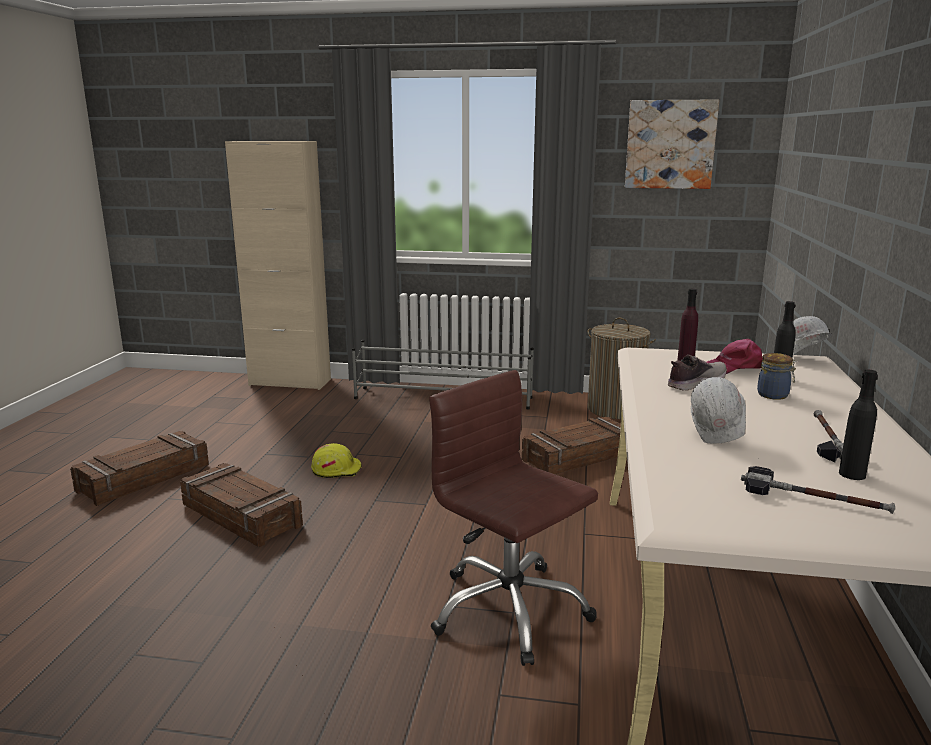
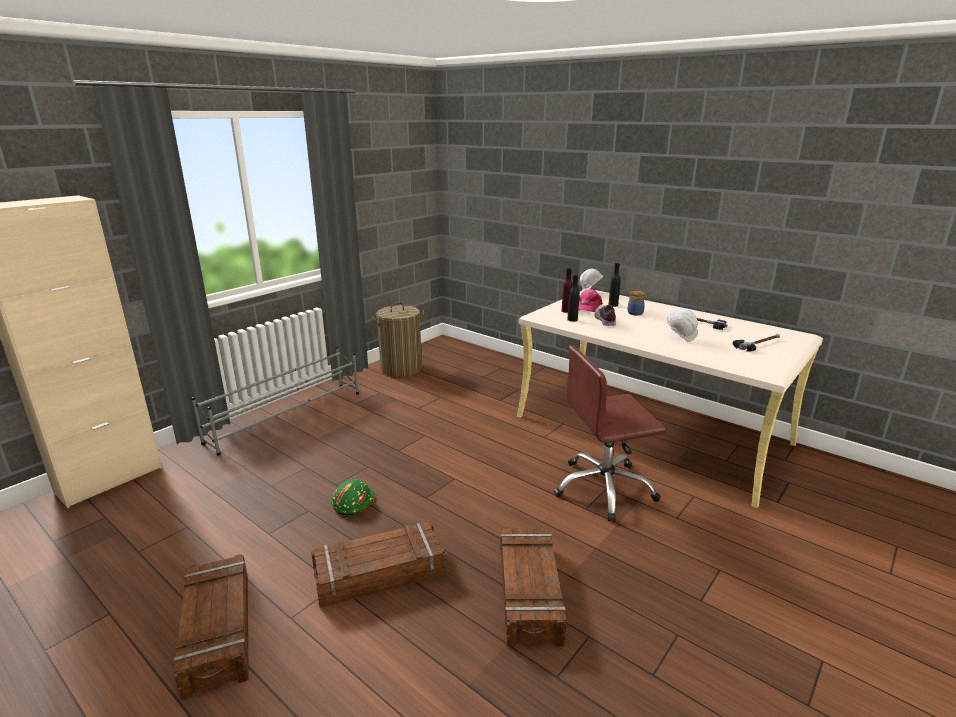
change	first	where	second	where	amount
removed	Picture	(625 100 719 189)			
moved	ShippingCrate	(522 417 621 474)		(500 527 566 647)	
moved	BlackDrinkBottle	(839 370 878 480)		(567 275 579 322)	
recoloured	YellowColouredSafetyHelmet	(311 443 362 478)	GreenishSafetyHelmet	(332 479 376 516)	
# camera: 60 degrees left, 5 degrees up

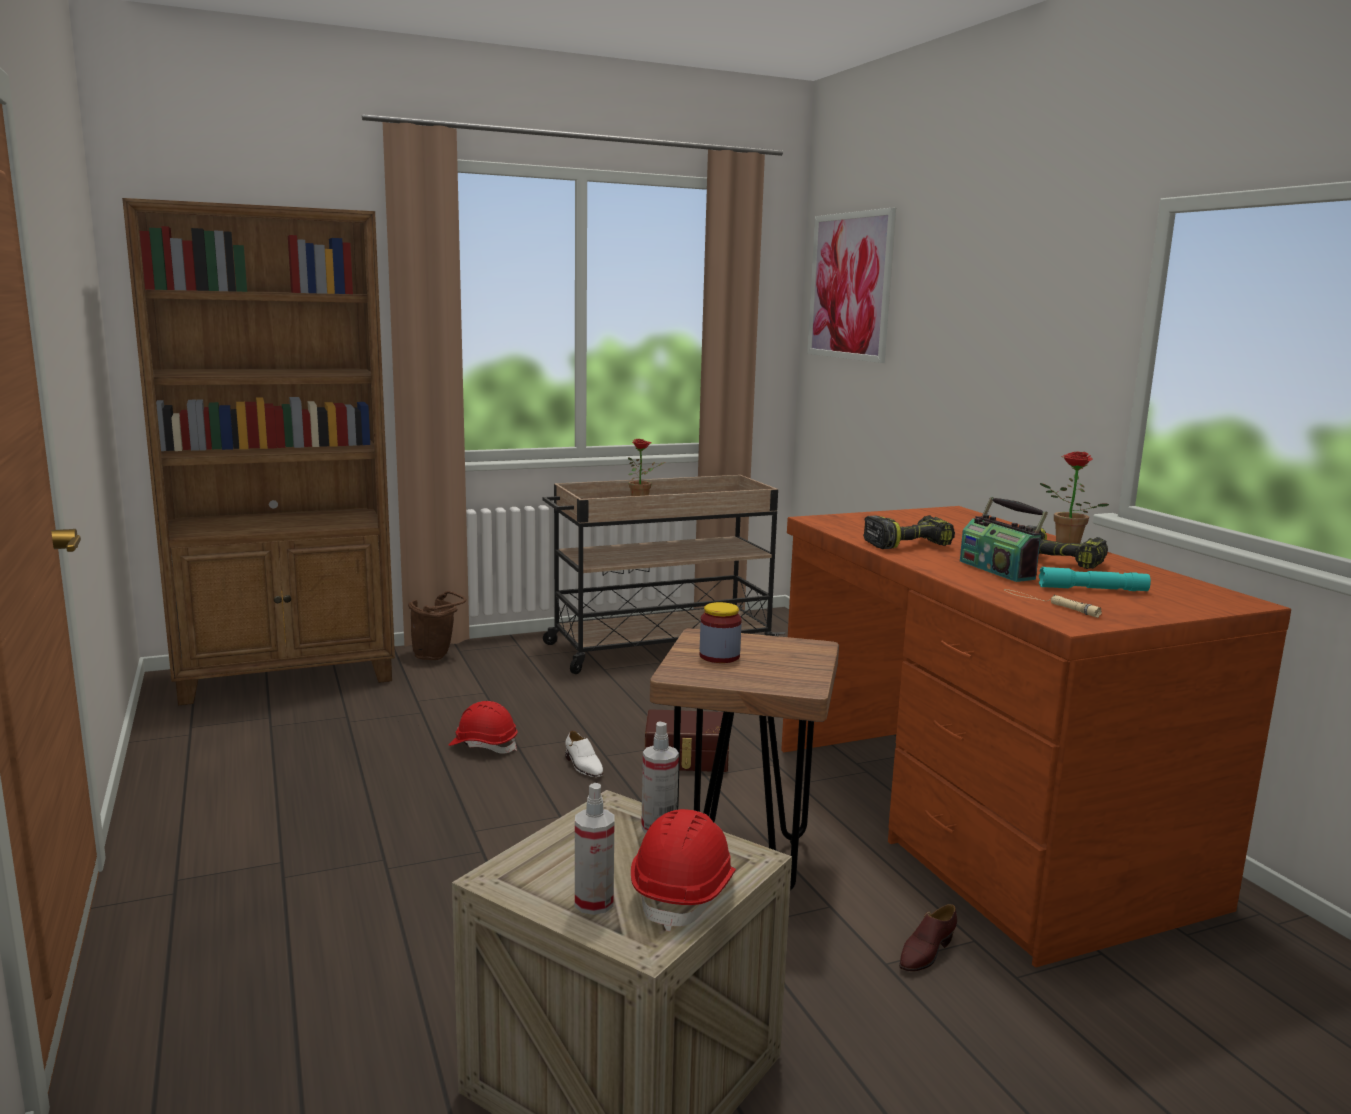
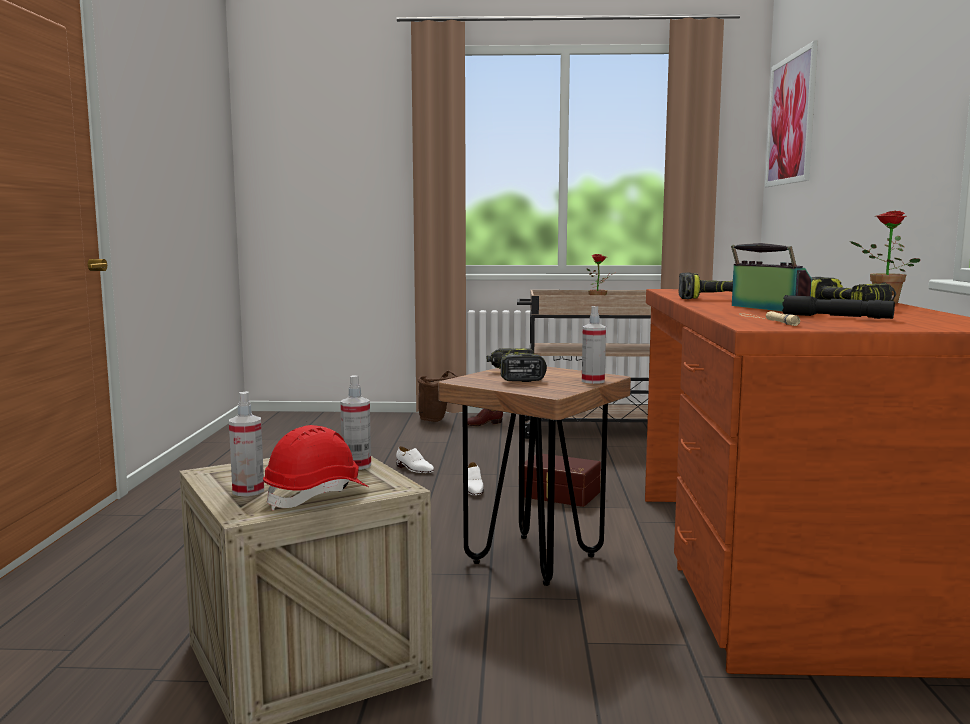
change	first	where	second	where	amount
removed	BrownColouredBookcase	(122 198 395 705)			
added			SprayBottle	(582 306 606 384)	
moved	BrownColouredLowShoe	(899 904 957 971)		(468 409 503 426)	
replaced	RedSafetyHelmet	(449 701 517 754)	WhiteLowShoe	(396 446 434 473)	
replaced	StorageJar	(700 602 742 663)	Drill	(487 348 547 382)	
recoloured	TurquoiseFlashlight	(1039 567 1151 591)	BlackFlashlight	(782 295 895 319)	
turned	RadioSet	(960 497 1048 582)		(731 243 812 311)	150 degrees clockwise
# camera: 25 degrees right, 5 degrees down

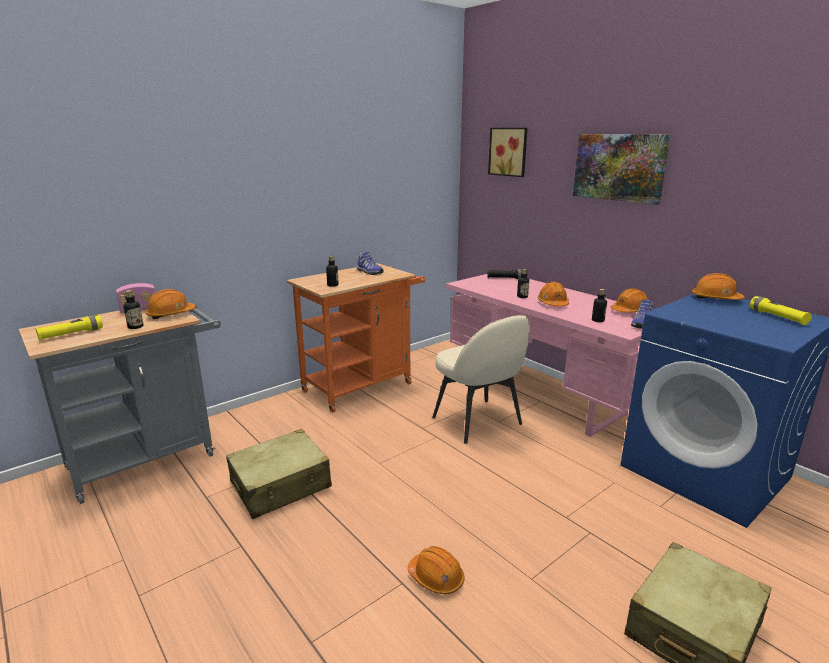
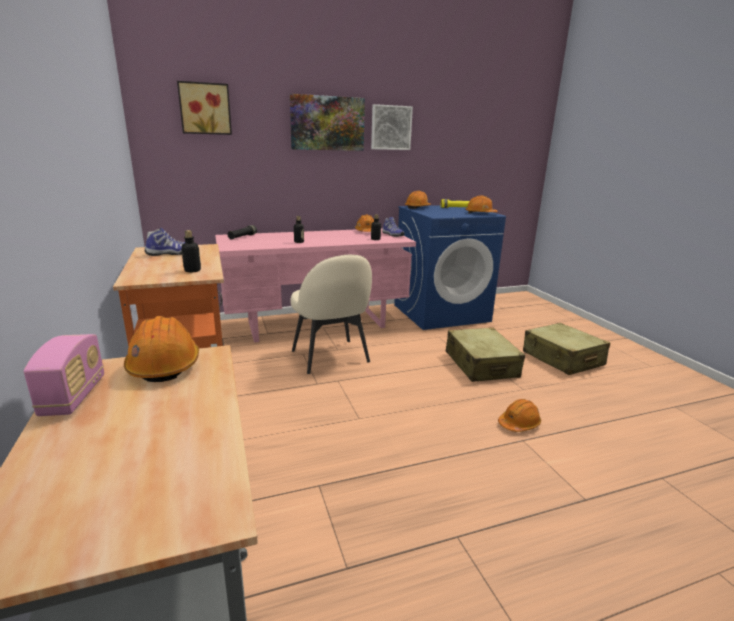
change	first	where	second	where	amount
removed	YellowColouredFlashlight	(36 315 103 341)			
removed	DrinkBottle	(123 290 144 329)			
added			Picture	(371 104 413 150)	
moved	BeigePieceOfLuggage	(226 429 332 519)		(446 327 525 382)	
moved	OrangeySafetyHelmet	(538 282 569 306)		(465 196 498 213)	
turned	BeigeChair	(432 315 530 444)		(290 255 372 374)	75 degrees clockwise
# camera: 70 degrees left, 0 degrees up

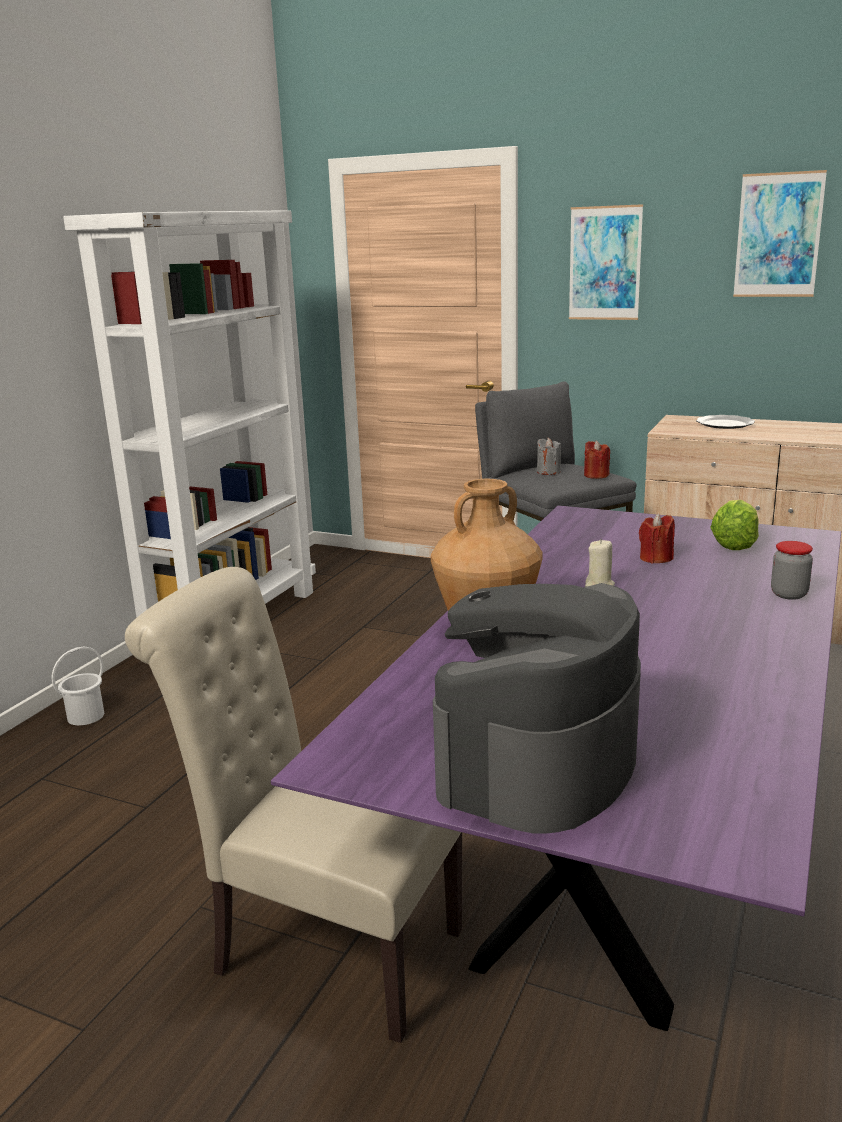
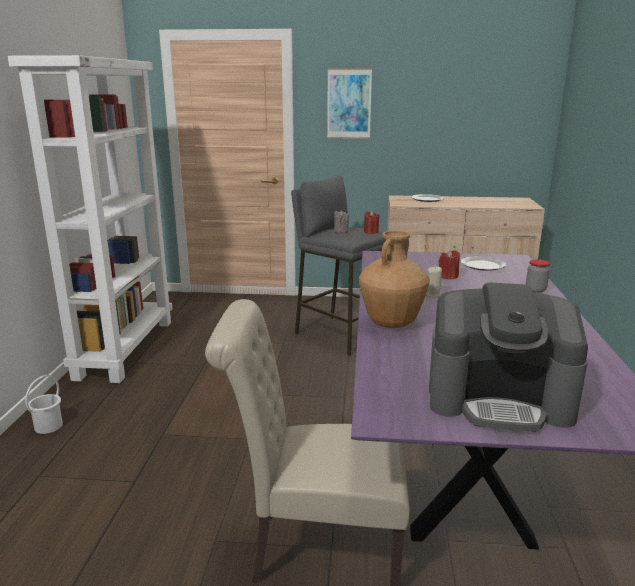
change	first	where	second	where	amount
removed	Picture	(733 170 827 297)			
replaced	HeadOfLettuce	(710 500 759 550)	Plate	(460 256 506 271)	
turned	CoffeeBrewer	(433 583 641 833)		(429 282 588 432)	90 degrees counterclockwise
# camera: 20 degrees left, 0 degrees up

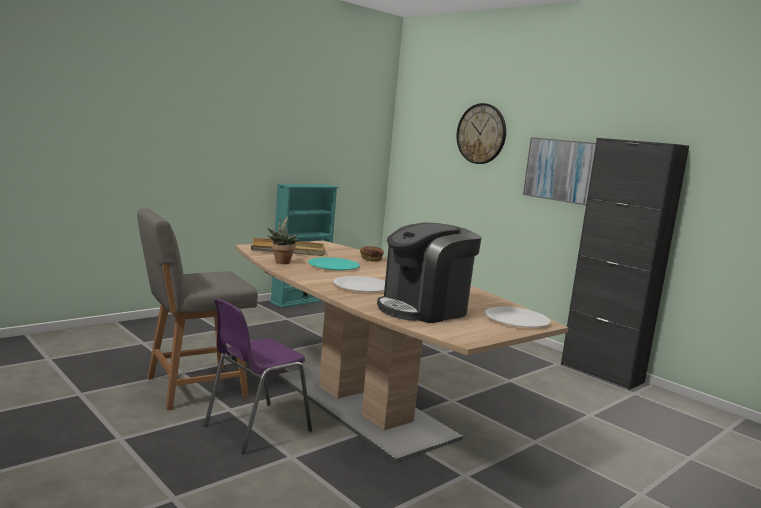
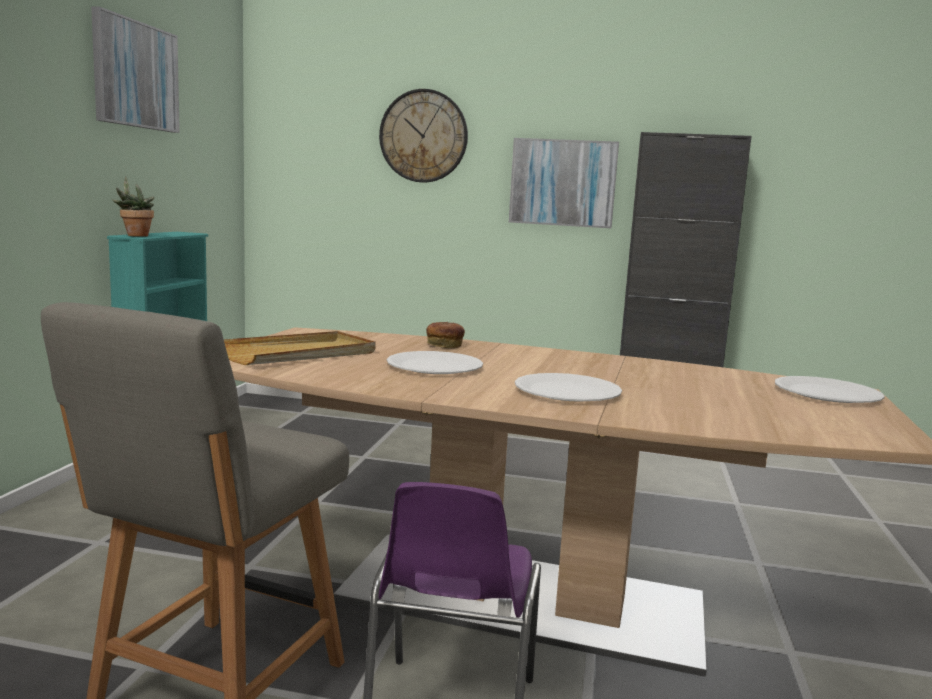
change	first	where	second	where	amount
removed	CoffeeBrewer	(377 223 482 323)			
added			Picture	(91 6 180 133)	
moved	PlantInAPot	(267 216 298 264)		(112 177 154 237)	
recoloured	TurquoisePlate	(308 257 360 270)	WhitePlate	(387 351 483 374)	
# camera: 35 degrees left, 0 degrees up

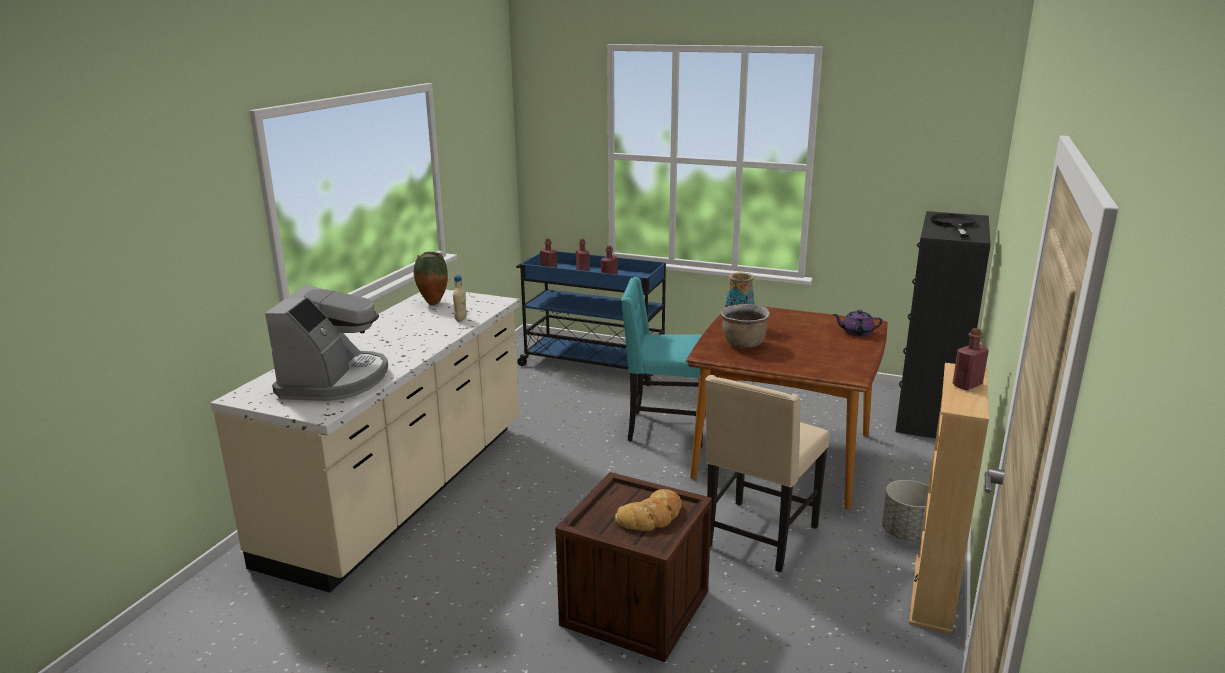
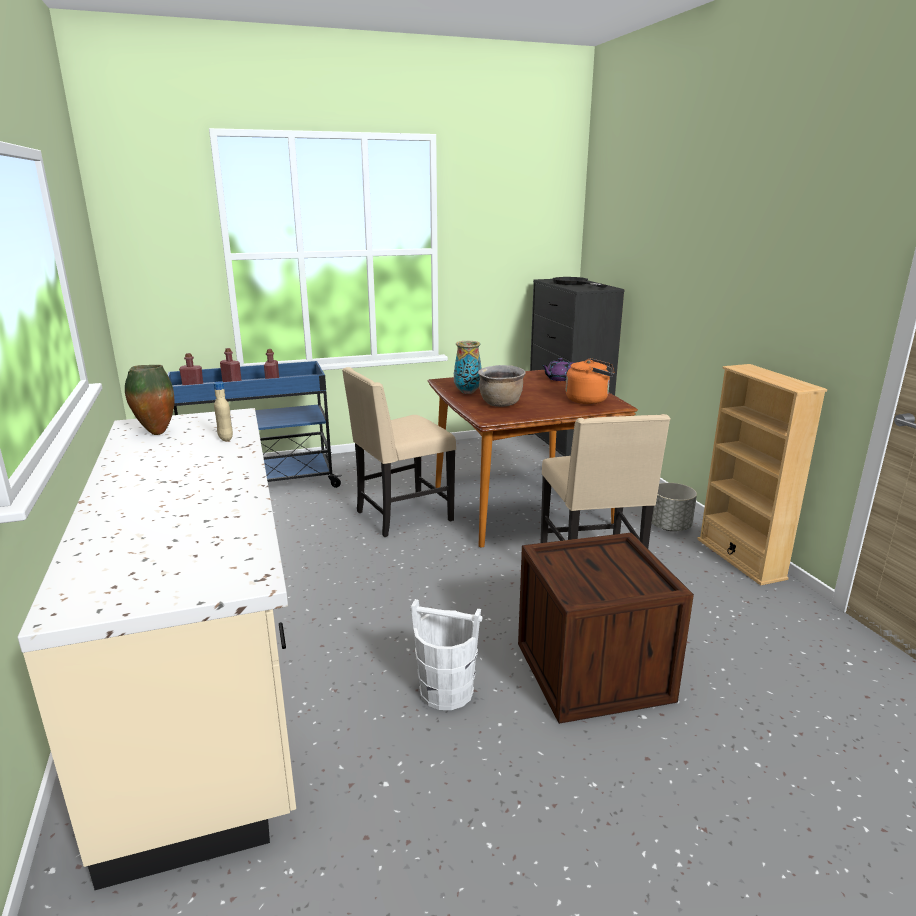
change	first	where	second	where	amount
removed	CoffeeBrewer	(265 285 388 401)			
removed	BakedBread	(615 489 682 531)			
removed	RedDrinkBottle	(953 328 989 390)			
added			WhitePail	(410 599 482 710)	
added			OrangeyTeaKettle	(566 358 615 404)	
recoloured	TurquoiseChair	(621 277 706 448)	BeigeChair	(342 367 456 537)	
# camera: 40 degrees left, 0 degrees up

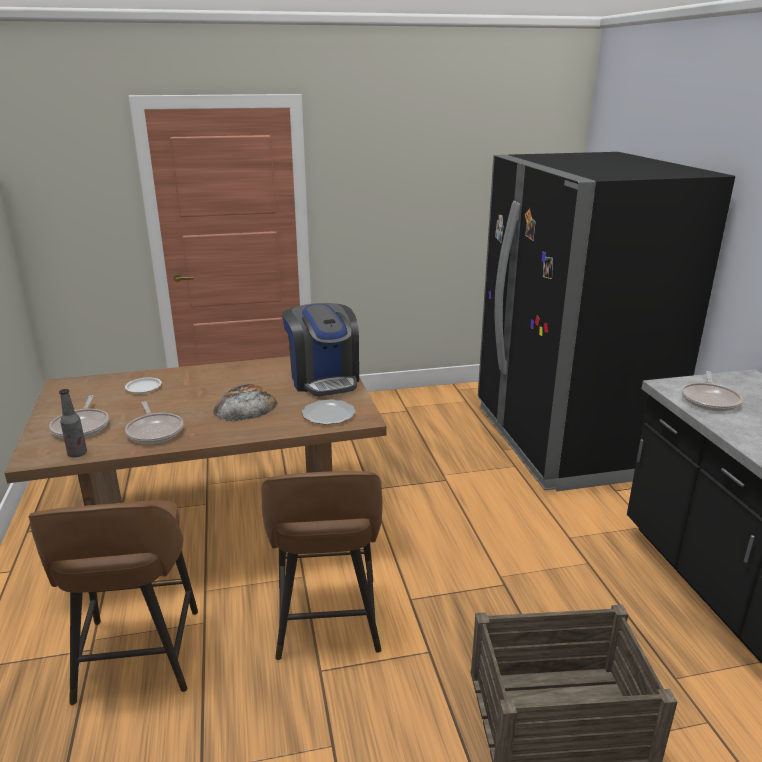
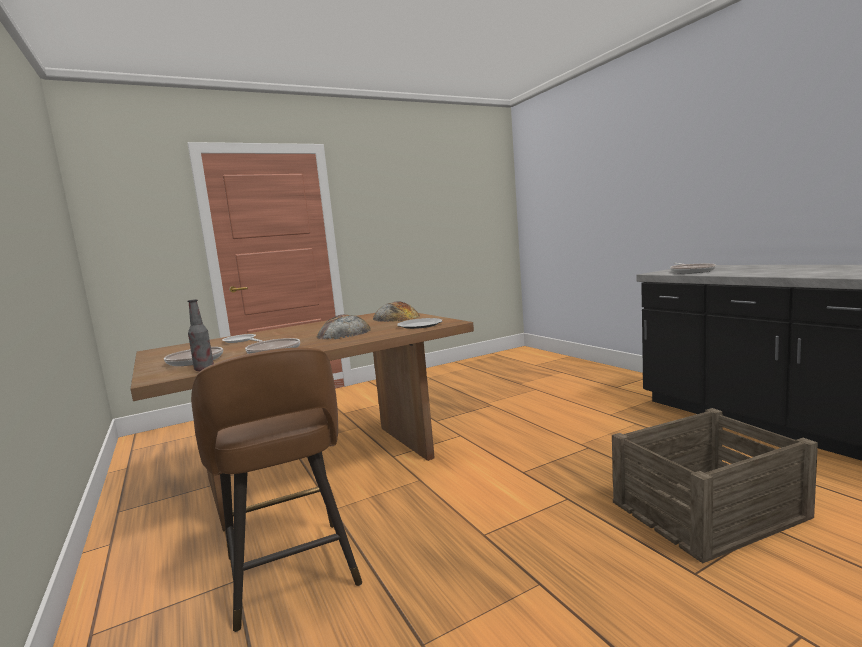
change	first	where	second	where	amount
removed	BrownColouredStoolSeat	(261 471 383 660)			
removed	BlackRefrigerator	(478 152 735 491)			
replaced	CoffeeBrewer	(282 303 359 397)	BakedBread	(373 301 420 322)	
# camera: 15 degrees left, 15 degrees down

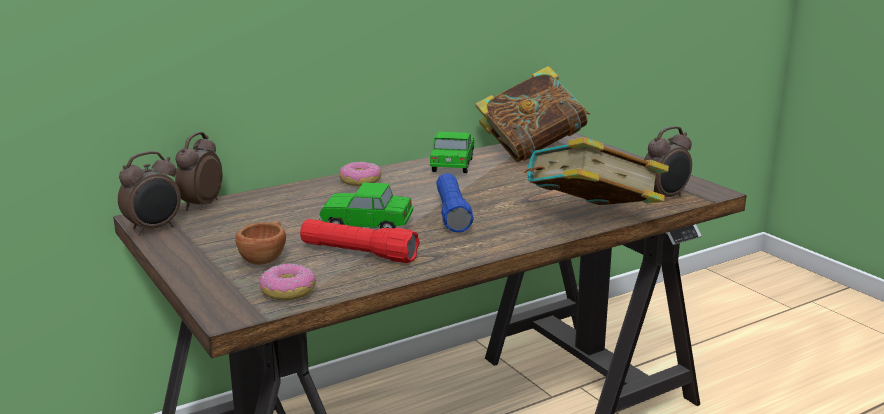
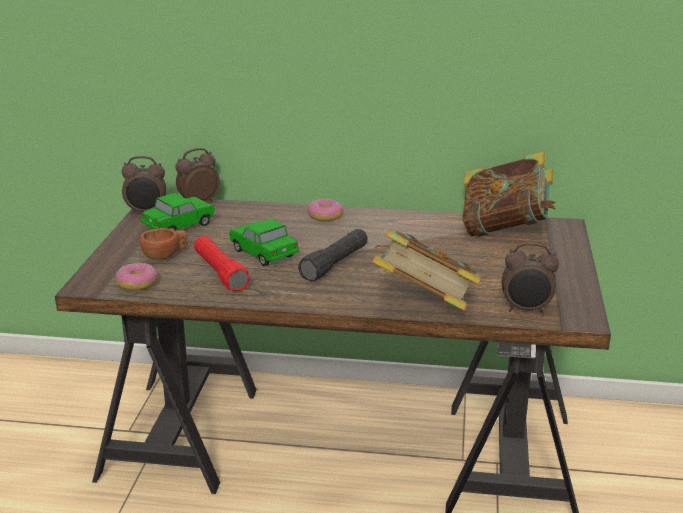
change	first	where	second	where	amount
moved	MiniatureCar	(430 132 474 173)		(141 193 216 231)	
recoloured	BlueFlashlight	(436 173 474 232)	BlackFlashlight	(298 229 368 281)	
# camera: 40 degrees right, 5 degrees up

